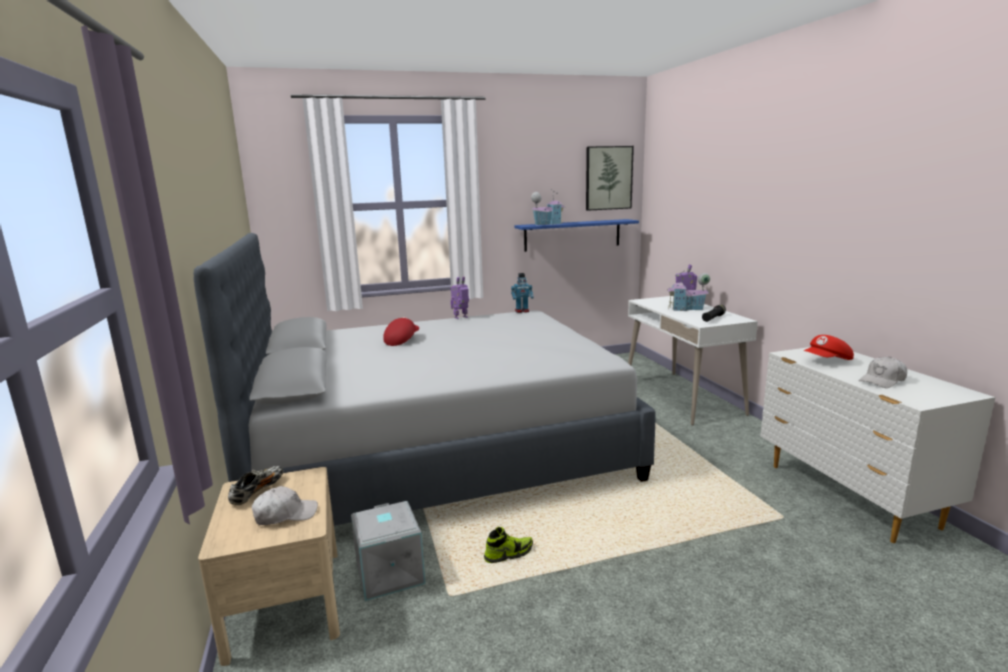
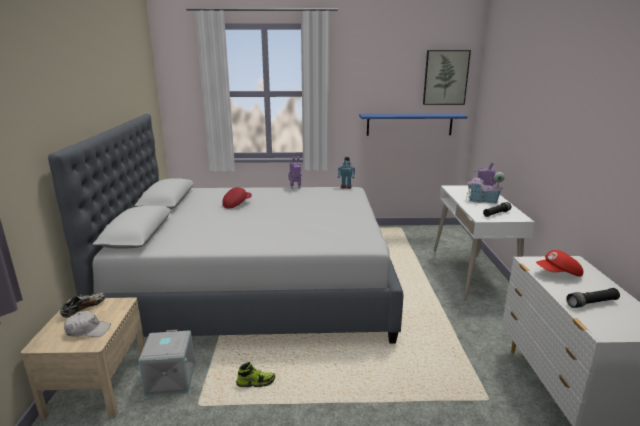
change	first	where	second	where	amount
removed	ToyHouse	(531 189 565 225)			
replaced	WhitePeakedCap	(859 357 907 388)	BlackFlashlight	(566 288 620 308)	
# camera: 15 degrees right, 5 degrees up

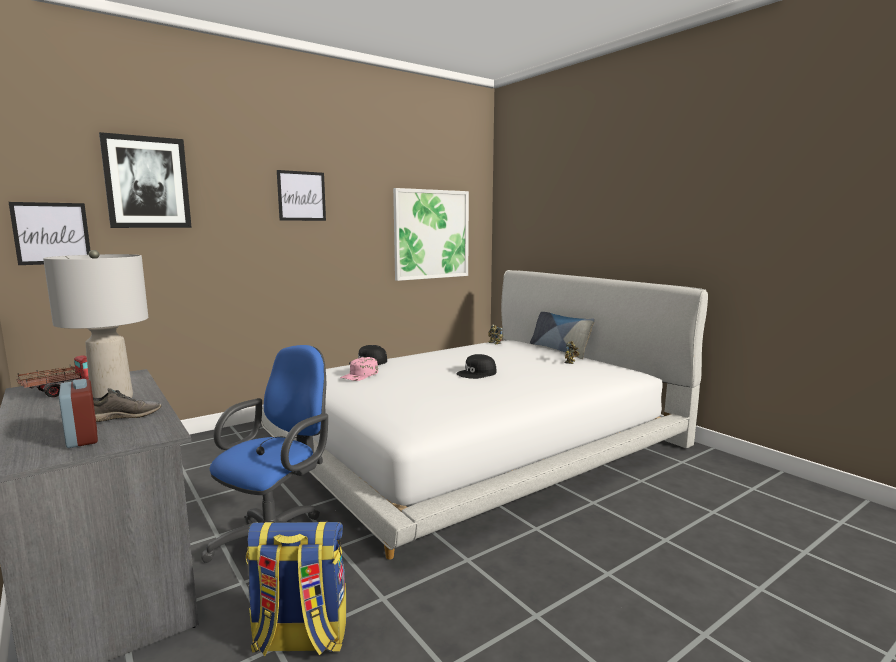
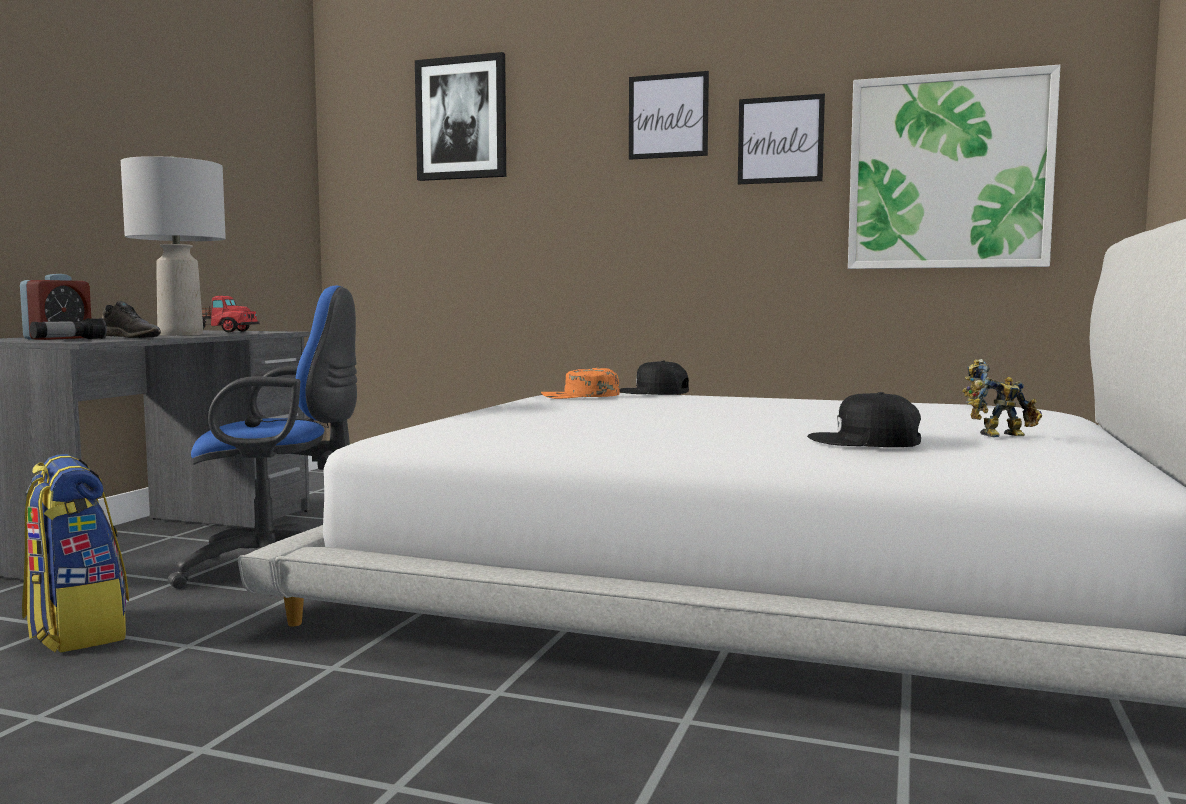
change	first	where	second	where	amount
removed	ThrowPillow	(530 312 595 359)			
added			Flashlight	(30 318 107 339)	
moved	Picture	(9 202 91 265)		(738 93 825 184)	
moved	BlackPeakedCap	(456 354 496 379)		(807 392 921 447)	
recoloured	PinkishPeakedCap	(340 357 378 381)	OrangeyPeakedCap	(541 368 620 399)	
# camera: 55 degrees right, 5 degrees down

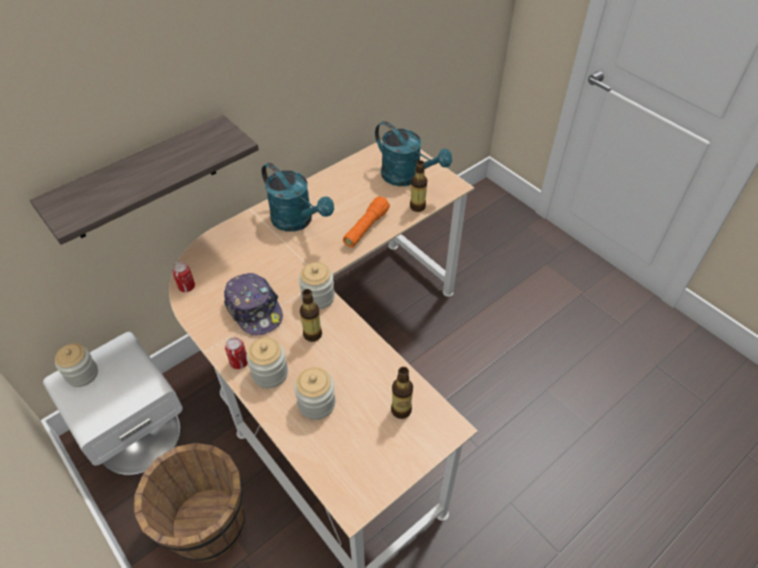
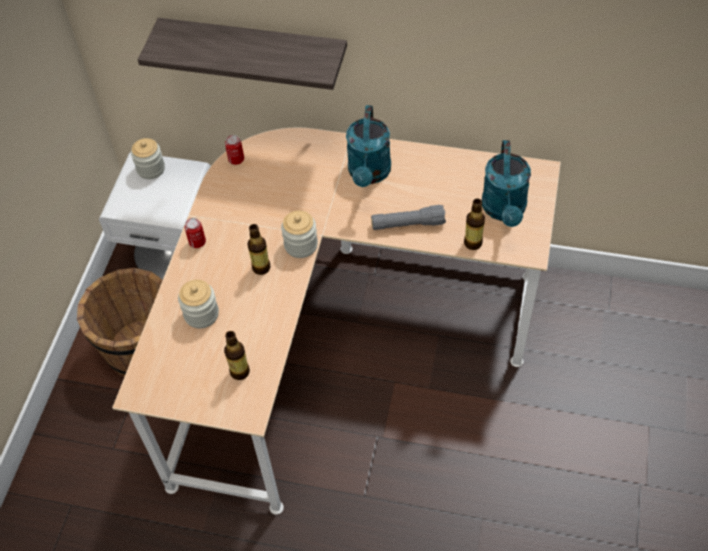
change	first	where	second	where	amount
removed	PeakedCap	(224 273 283 335)			
removed	StorageJar	(246 337 288 388)			
recoloured	OrangeyFlashlight	(343 196 390 247)	GreyFlashlight	(371 205 446 230)	
# camera: 55 degrees right, 5 degrees up

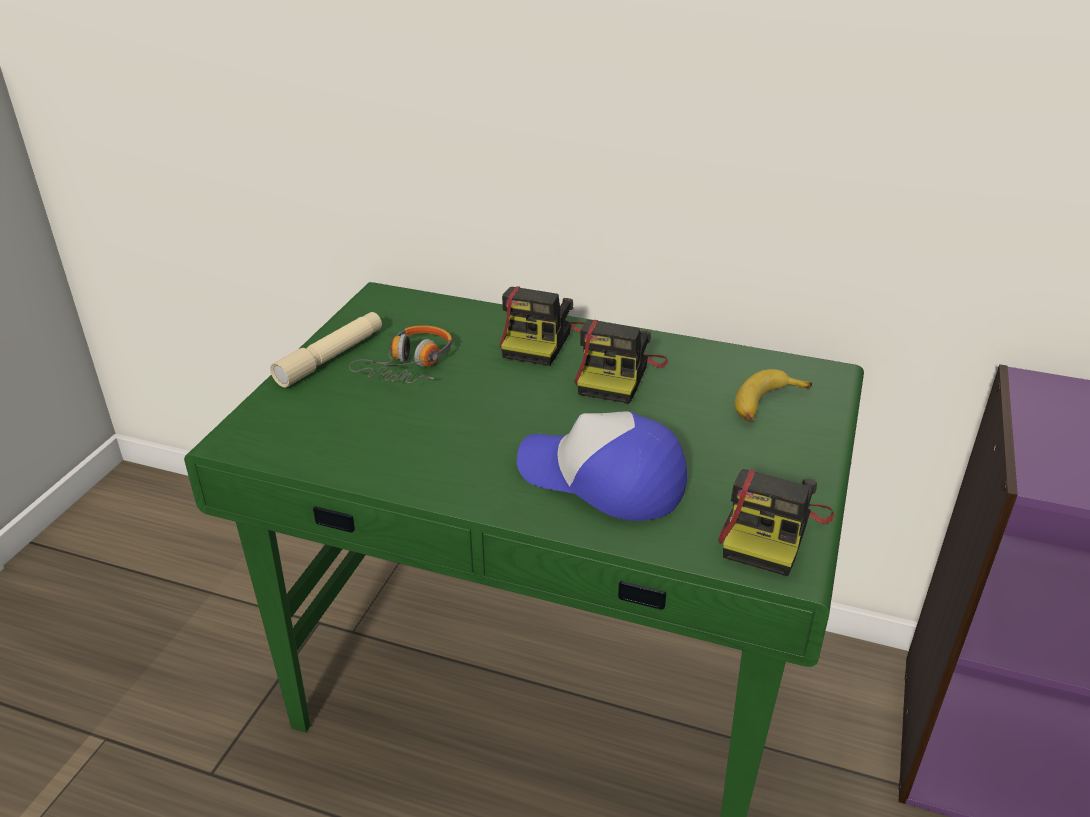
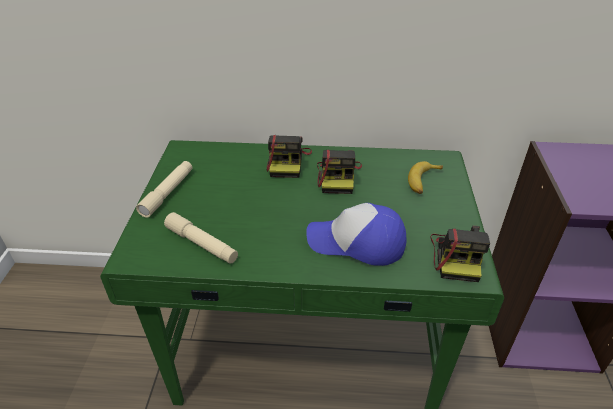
change	first	where	second	where	amount
removed	PairOfHeadphones	(349 325 452 383)			
added			BeigeFlashlight	(164 212 238 264)	
# camera: 15 degrees left, 5 degrees up

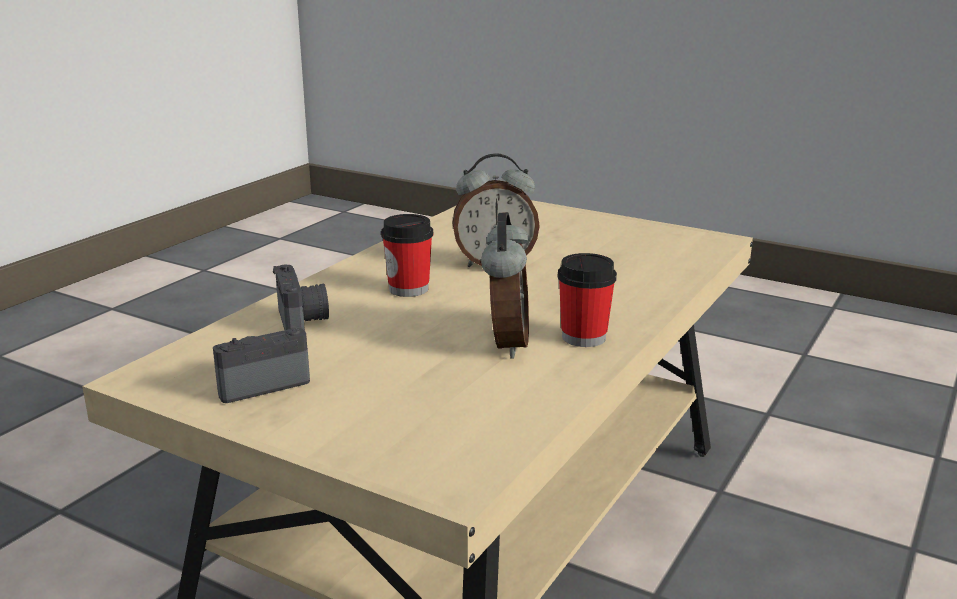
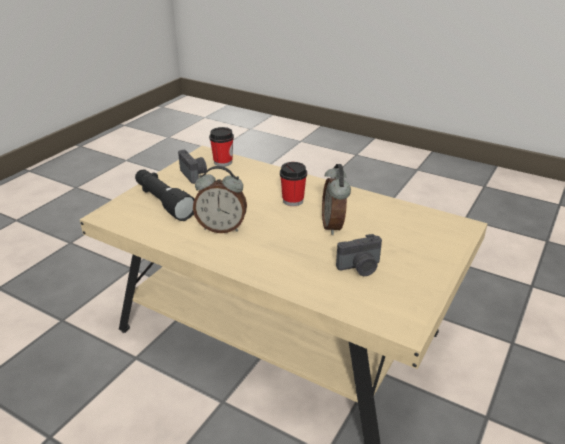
change	first	where	second	where	amount
added			BlackFlashlight	(135 170 194 221)	
moved	StillCamera	(273 264 329 331)		(336 234 382 276)	
moved	Cup	(557 253 617 347)		(209 127 234 167)	
# camera: 90 degrees right, 10 degrees up

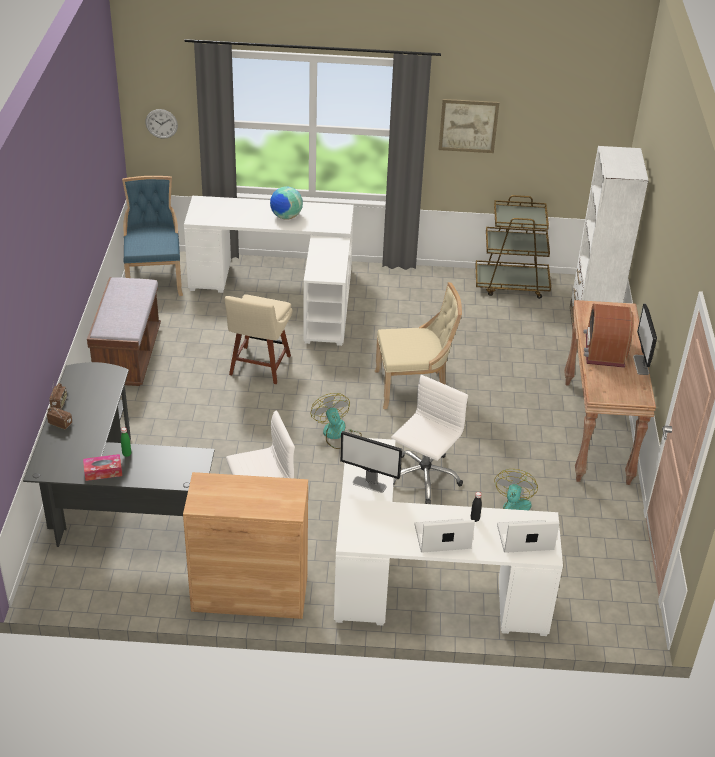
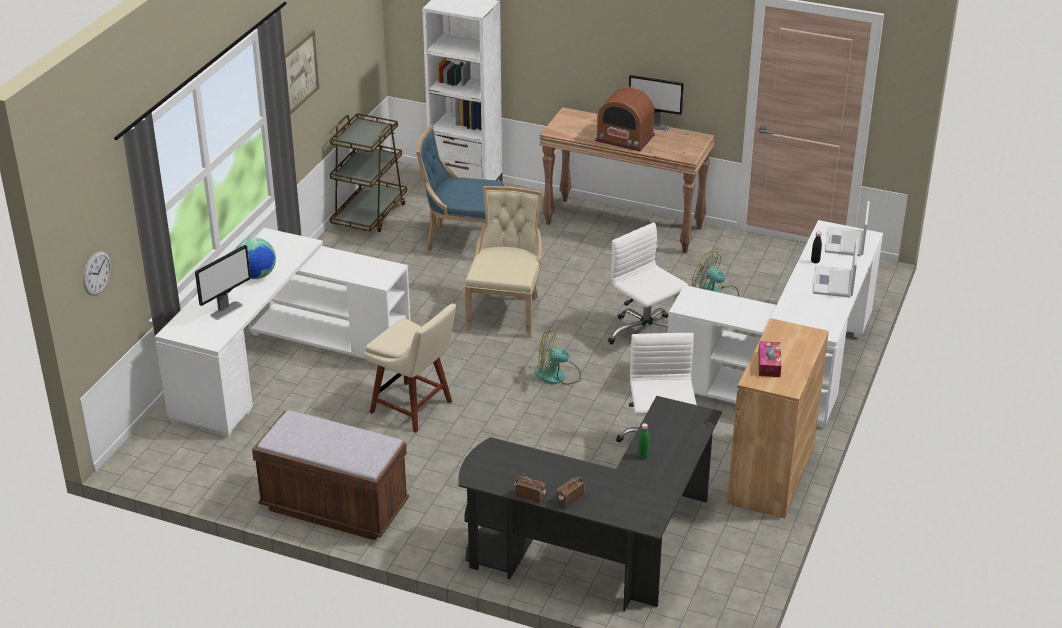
change	first	where	second	where	amount
moved	TissueBox	(83 454 122 481)		(758 341 781 377)	
moved	BlueChair	(122 176 183 296)		(416 125 504 251)	
moved	ComputerScreen	(340 431 402 493)		(195 245 251 320)	
# camera: 70 degrees left, 5 degrees down

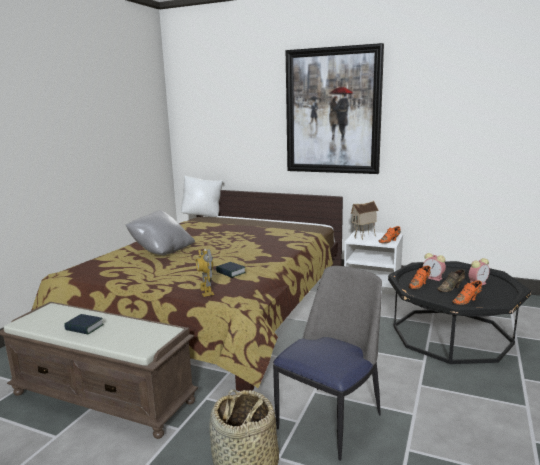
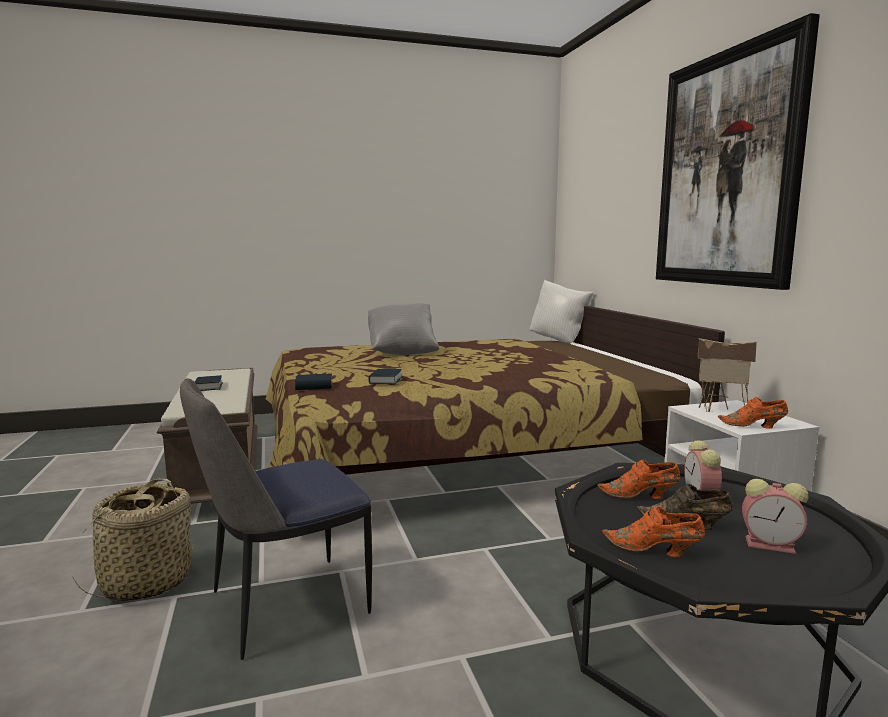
change	first	where	second	where	amount
replaced	RobotFigure	(196 249 214 297)	Volume	(295 374 332 390)	
turned	Chair	(273 266 382 461)		(180 378 372 660)	150 degrees clockwise
# camera: 50 degrees right, 5 degrees down

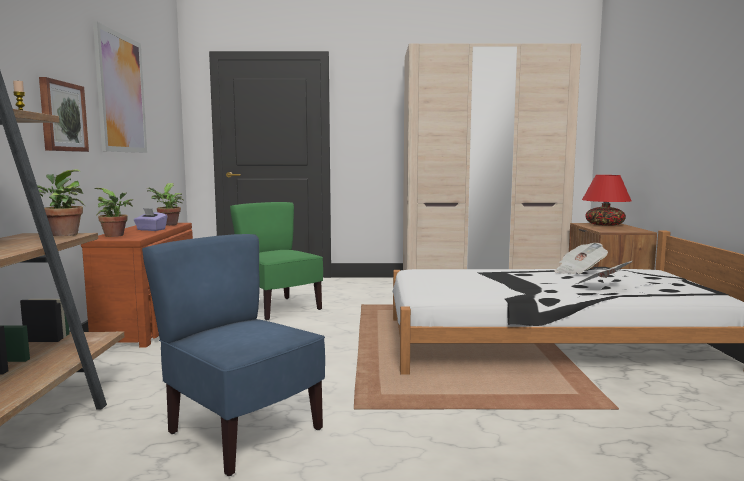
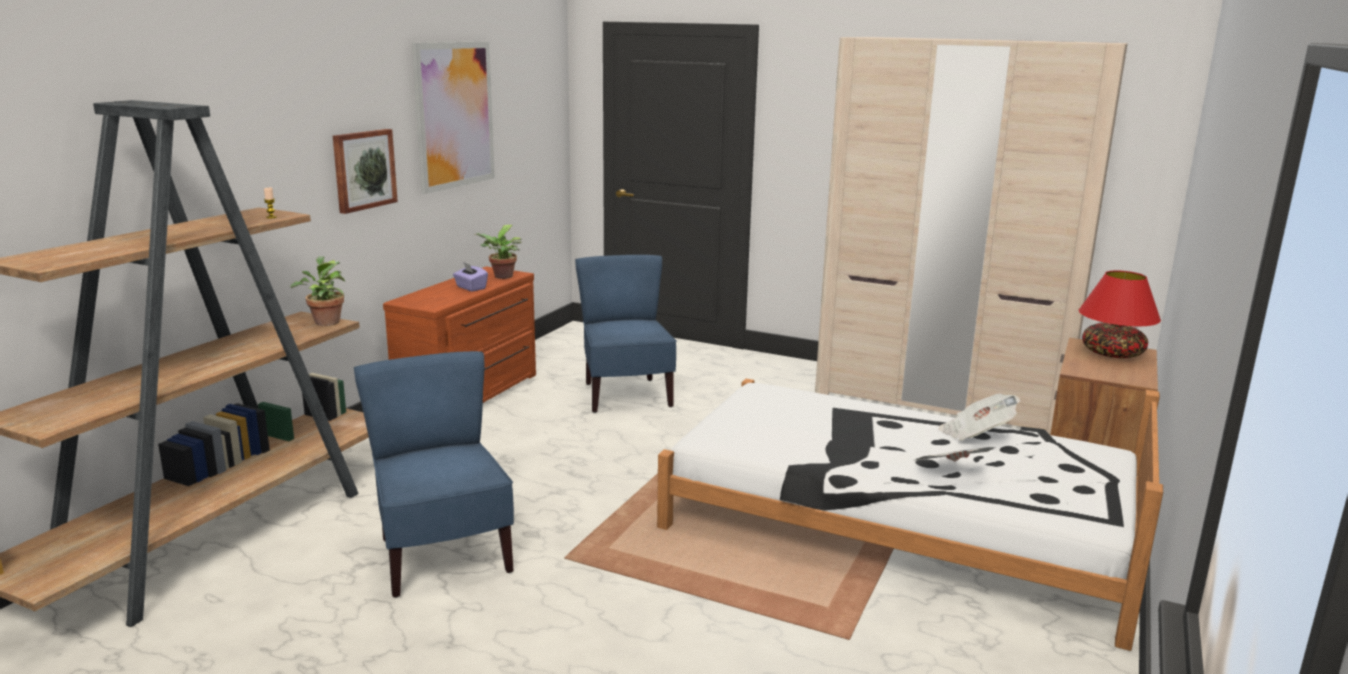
change	first	where	second	where	amount
removed	PlantInAPot	(94 188 133 237)			
recoloured	GreenishChair	(230 202 323 320)	BlueChair	(575 255 677 413)	
# camera: 25 degrees right, 10 degrees up

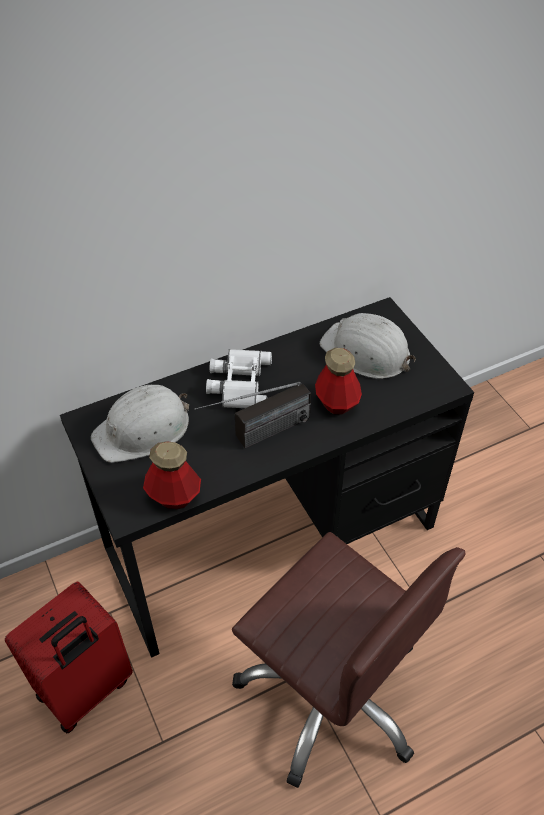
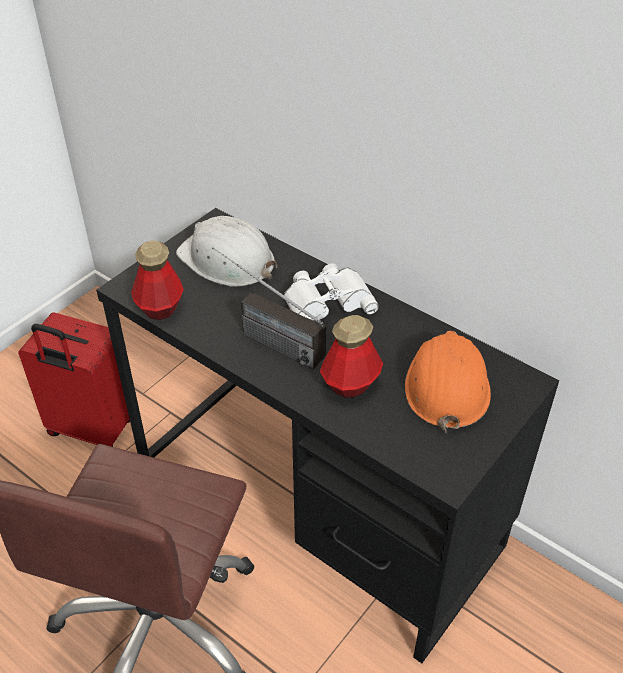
change	first	where	second	where	amount
recoloured	WhiteSafetyHelmet	(320 313 416 379)	OrangeySafetyHelmet	(405 331 491 433)	
# camera: 65 degrees right, 5 degrees down

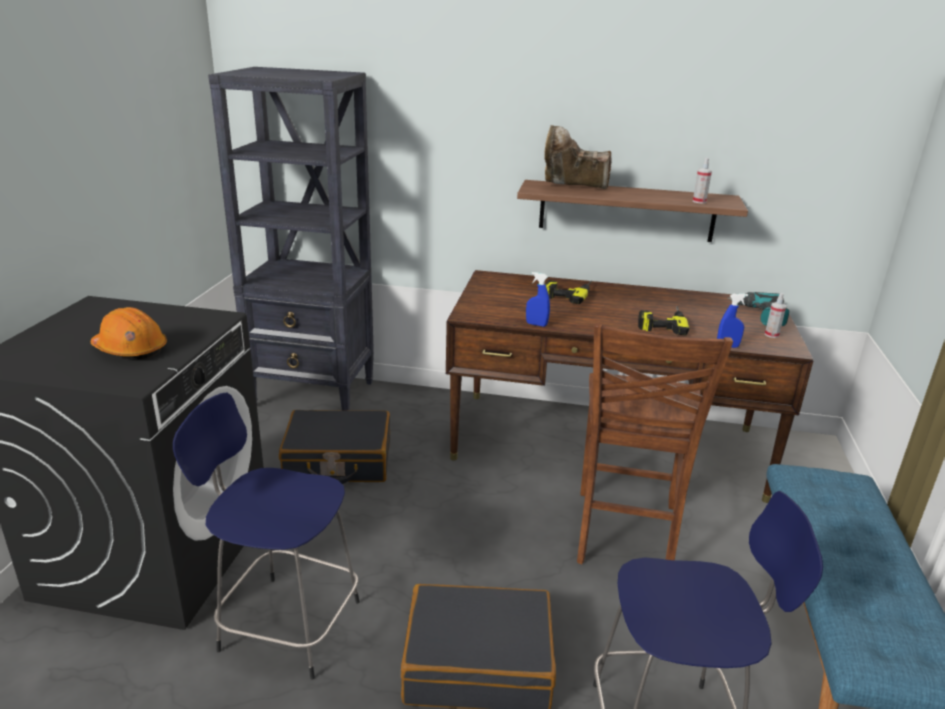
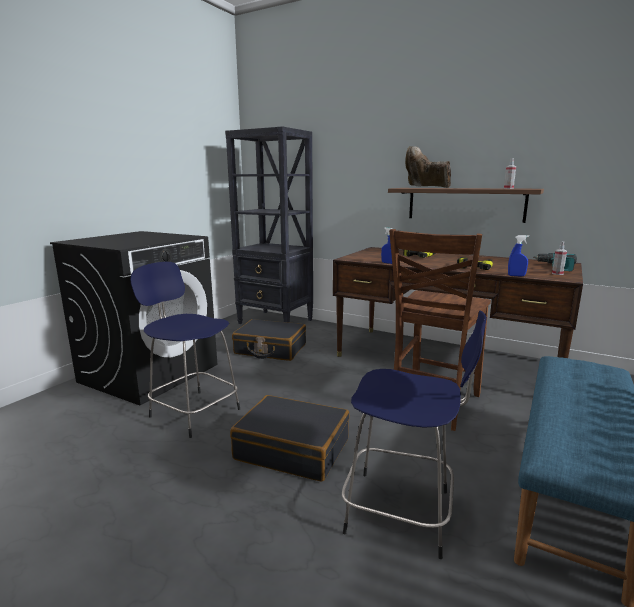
change	first	where	second	where	amount
removed	OrangeySafetyHelmet	(91 307 167 359)			
# camera: 20 degrees right, 10 degrees down

